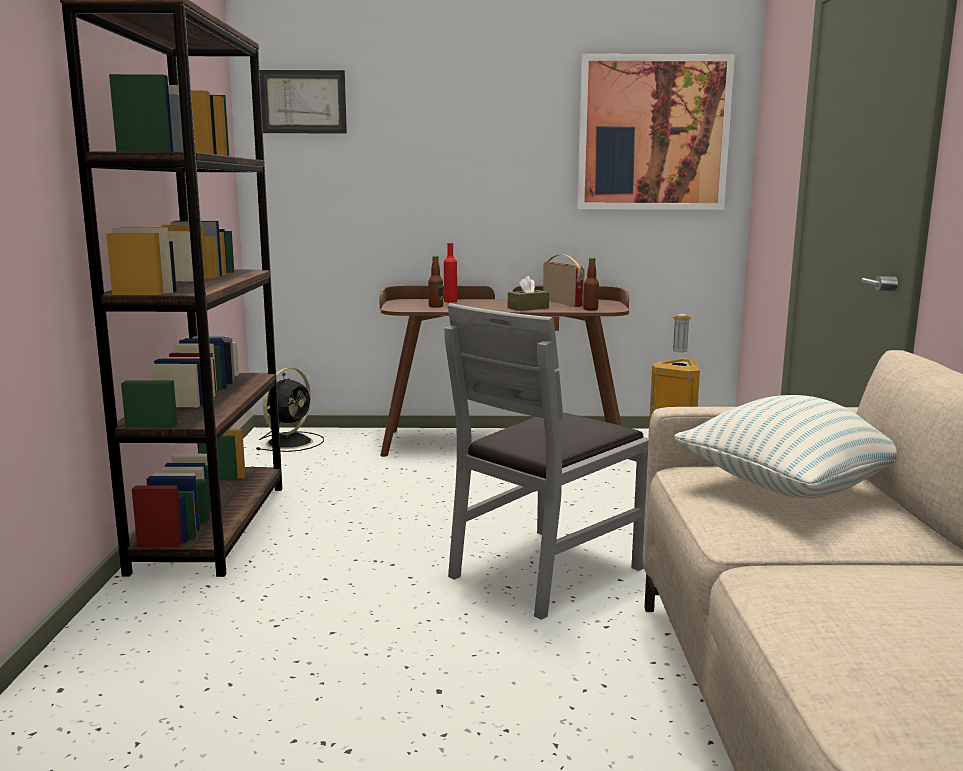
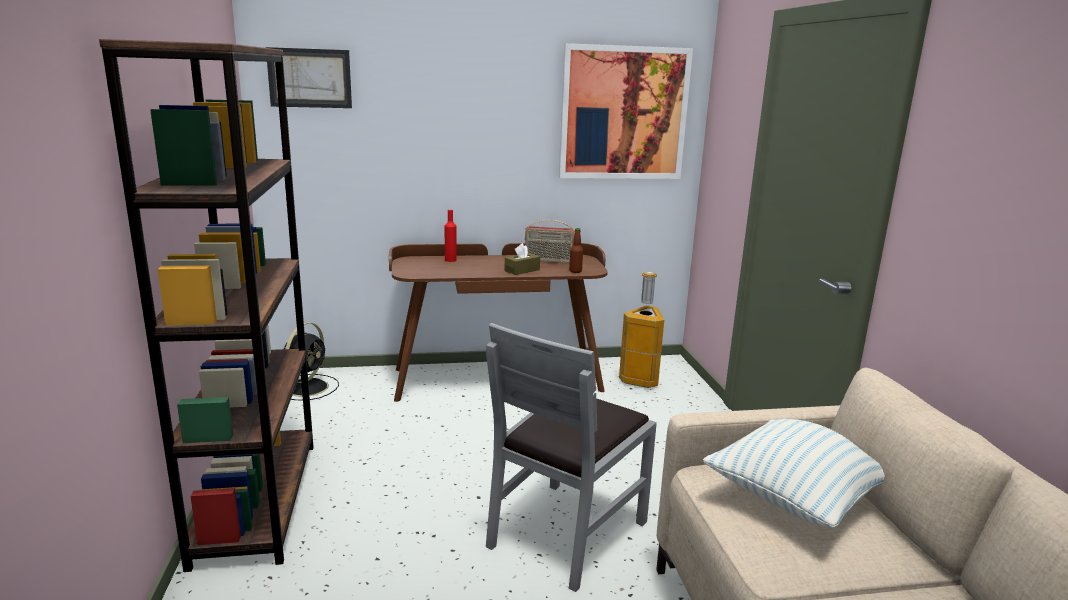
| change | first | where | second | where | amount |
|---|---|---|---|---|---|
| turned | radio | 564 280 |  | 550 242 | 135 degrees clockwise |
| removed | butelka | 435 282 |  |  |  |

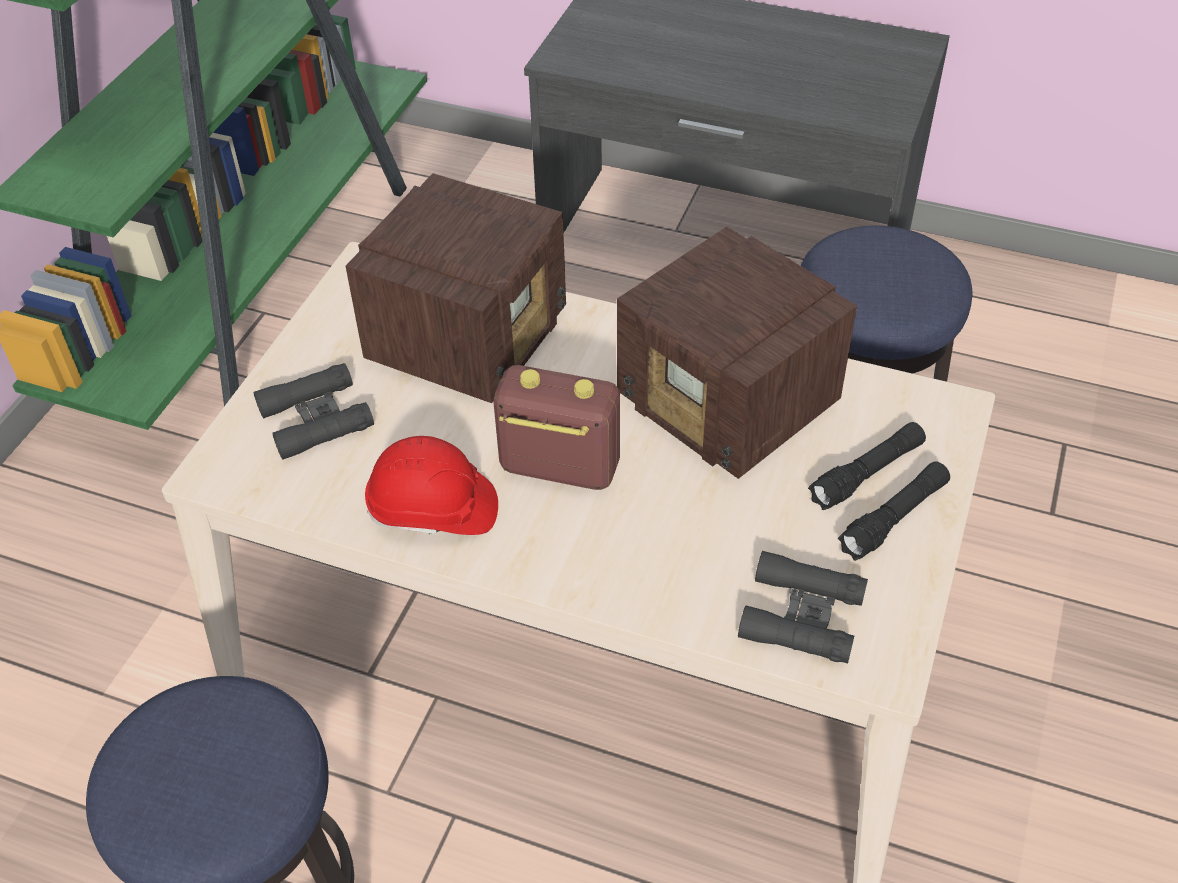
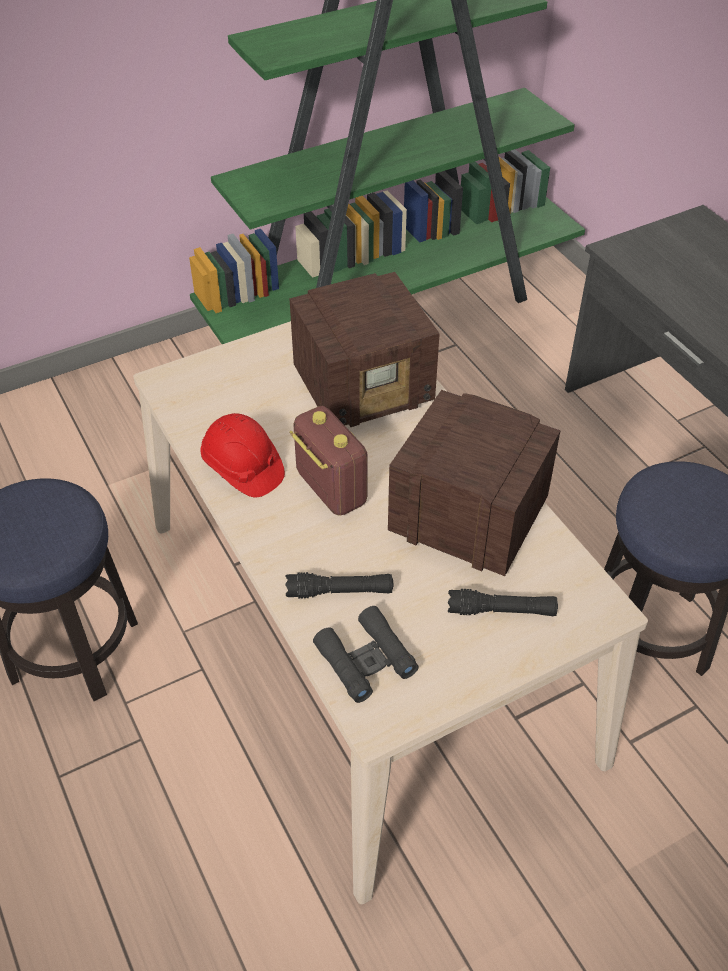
| change | first | where | second | where | amount |
|---|---|---|---|---|---|
| moved | latarka [czarny] | 894 511 |  | 339 585 |  |
| turned | radio | 737 353 |  | 474 483 | 120 degrees clockwise |
| removed | lornetka [czarny] | 314 411 |  |  |  |

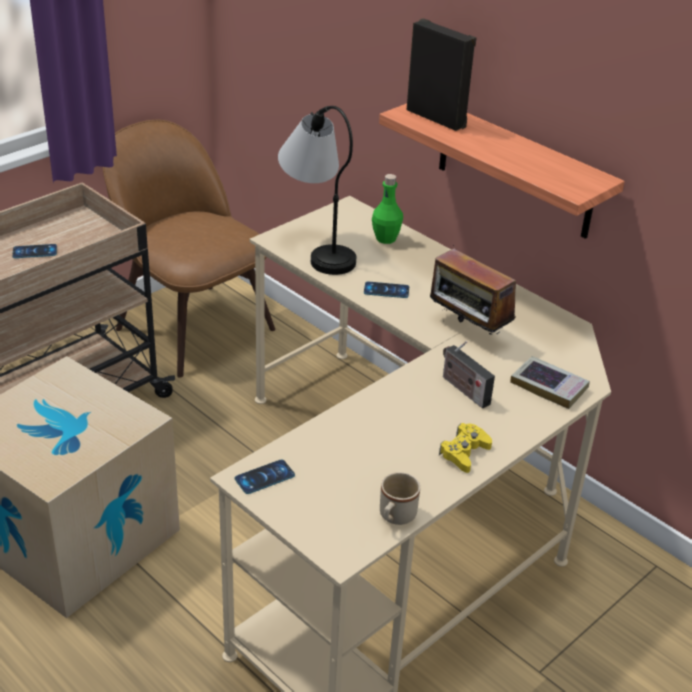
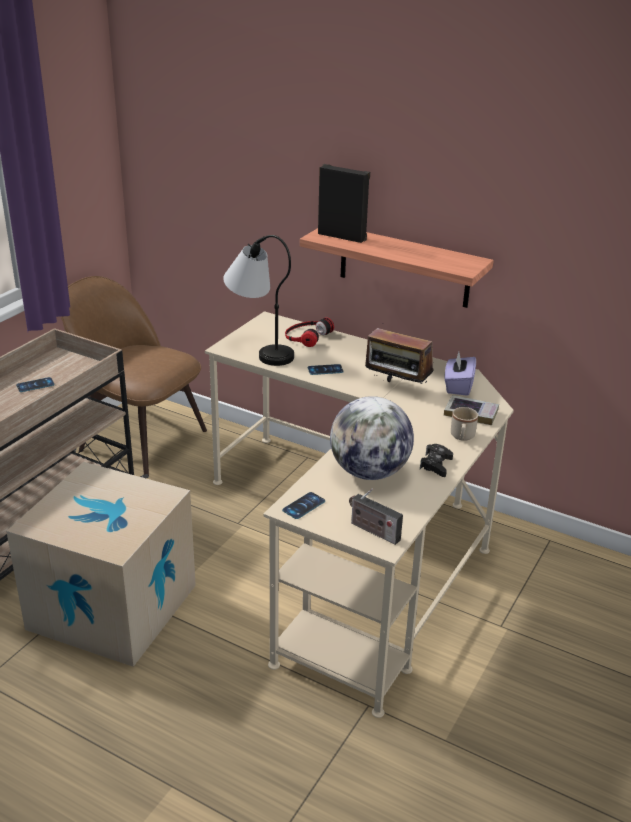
| change | first | where | second | where | amount |
|---|---|---|---|---|---|
| replaced | butelka [zielony] | 387 209 | słuchawki | 309 332 |  |
| added |  |  | globus | 372 438 |  |
| moved | radio | 469 374 |  | 376 516 |  |
| recoloured | pad do gier [żółty] | 465 448 | pad do gier [czarny] | 436 460 |  |
| added |  |  | pudełko chusteczek [fioletowy] | 460 374 |  |
| moved | kubek [beżowy] | 400 498 |  | 464 424 |  |

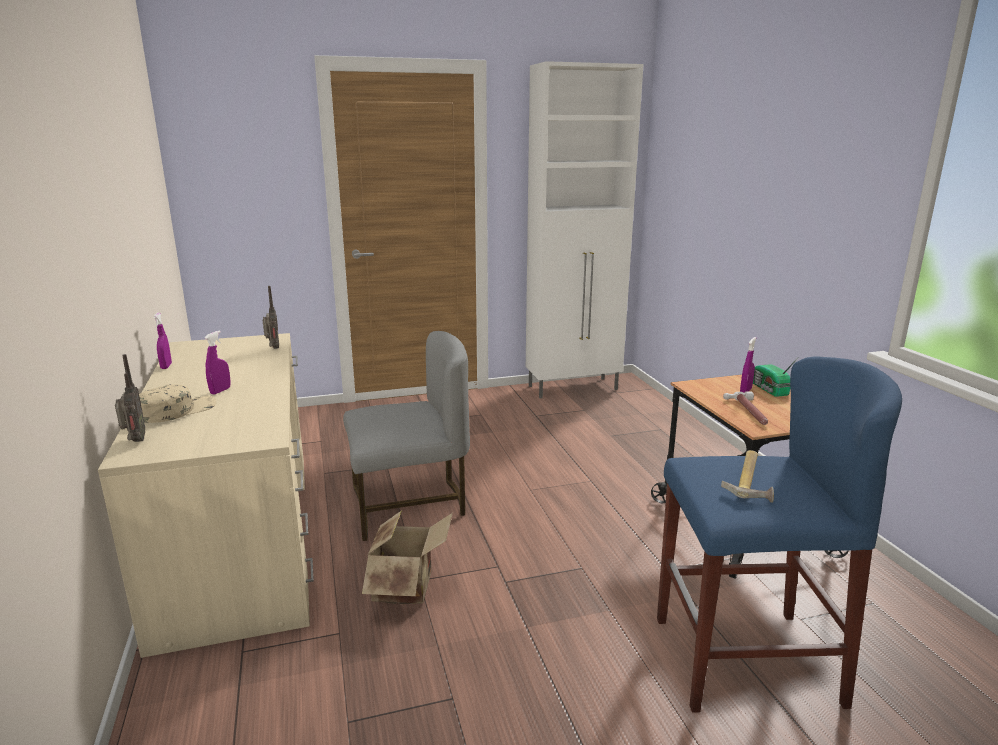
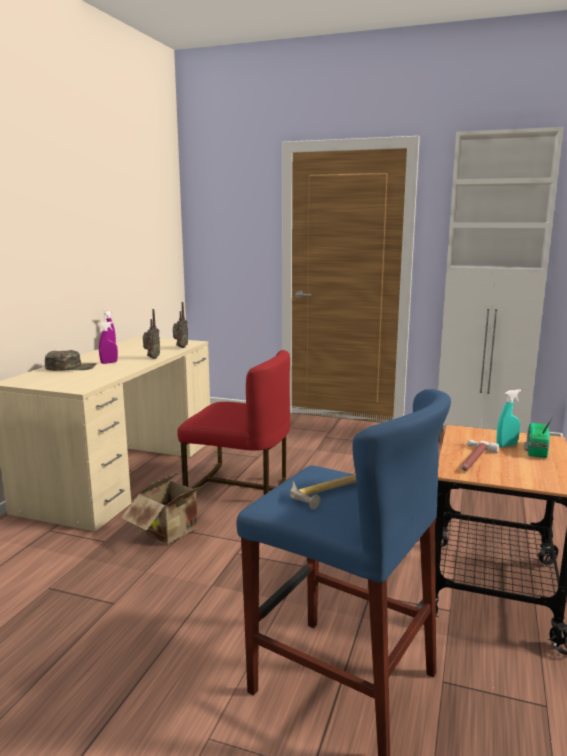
| change | first | where | second | where | amount |
|---|---|---|---|---|---|
| recoloured | czapka z daszkiem [beżowy] | 177 403 | czapka z daszkiem [zielony] | 71 360 |  |
| moved | radio | 130 398 |  | 151 334 |  |
| recoloured | krzesło [szary] | 406 436 | krzesło [czerwony] | 234 422 |  |
| recoloured | spryskiwacz [fioletowy] | 748 365 | spryskiwacz [turkusowy] | 508 418 |  |

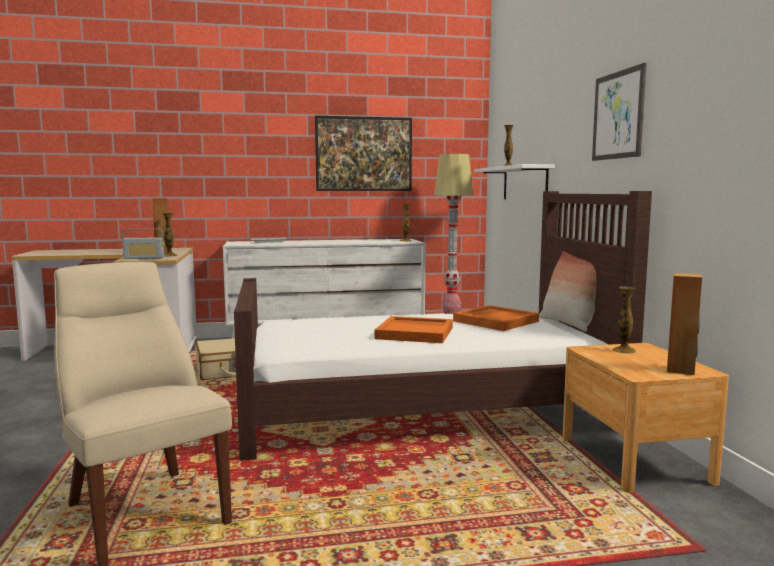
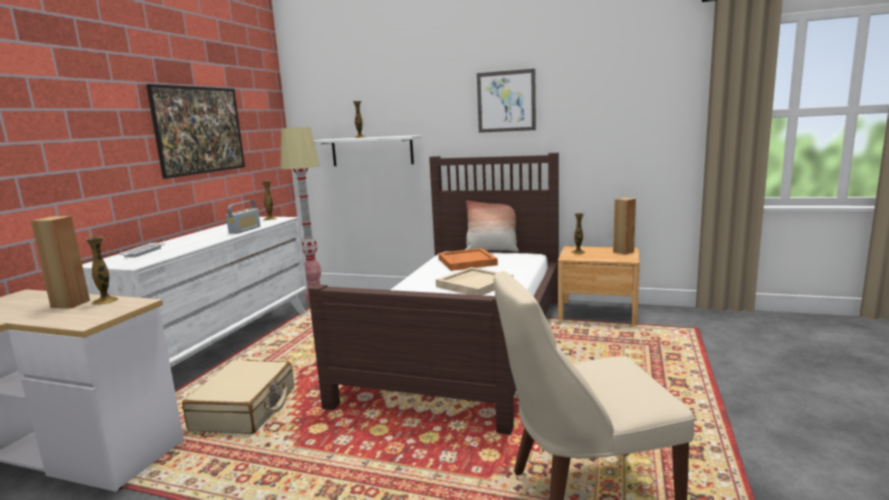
| change | first | where | second | where | amount |
|---|---|---|---|---|---|
| moved | radio | 143 243 |  | 243 217 |  |
| recoloured | taca [pomarańczowy] | 414 329 | taca [beżowy] | 474 281 |  |

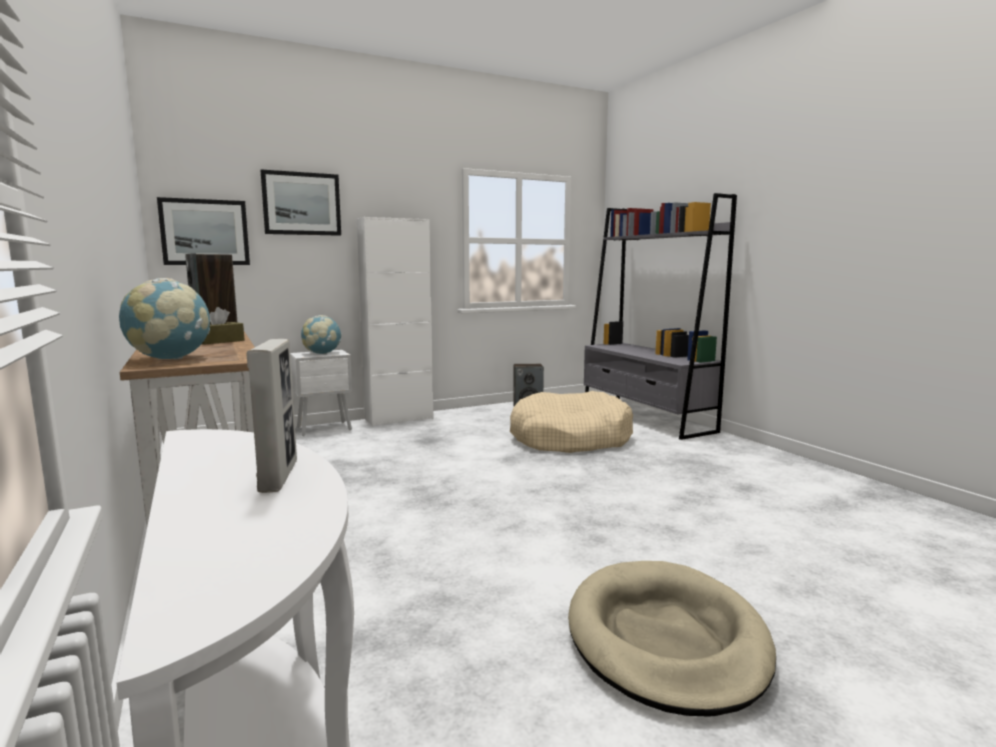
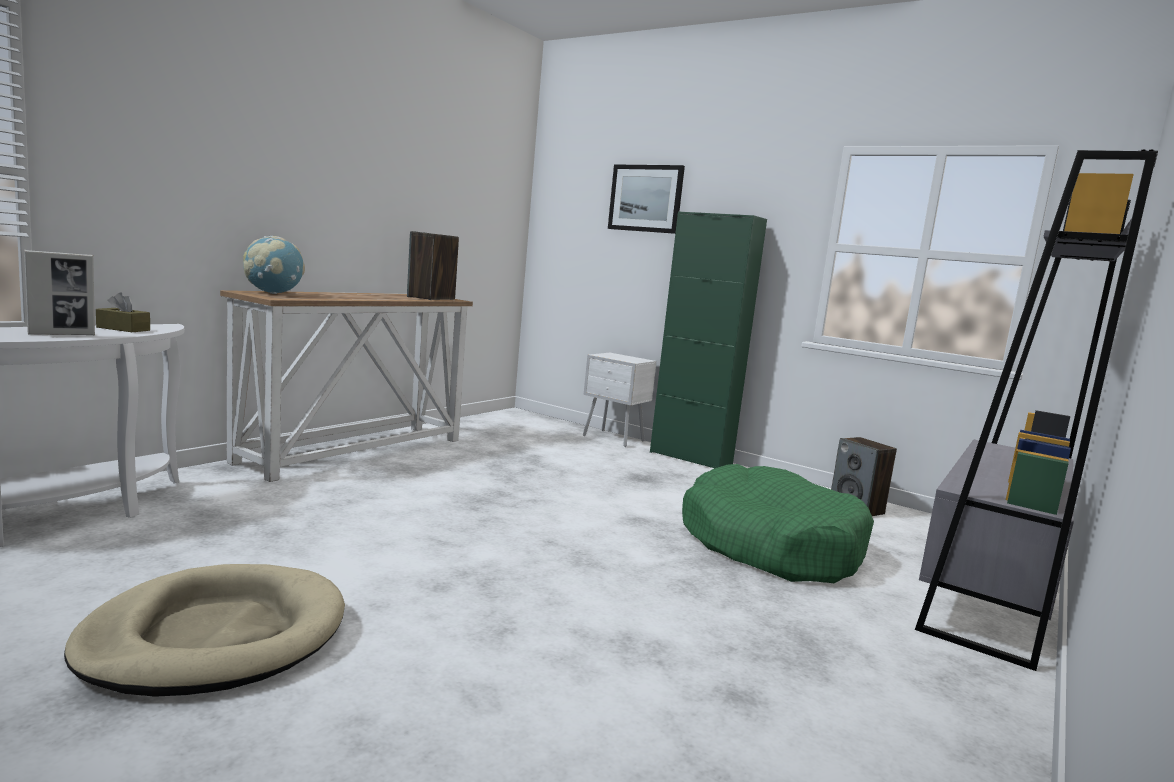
| change | first | where | second | where | amount |
|---|---|---|---|---|---|
| moved | pudełko chusteczek [brązowy] | 223 326 |  | 123 312 |  |
| recoloured | szafka [biały] | 395 321 | szafka [zielony] | 708 339 |  |
| recoloured | legowisko [beżowy] | 571 422 | legowisko [zielony] | 778 523 |  |
| removed | obraz | 203 231 |  |  |  |
| removed | globus | 321 334 |  |  |  |

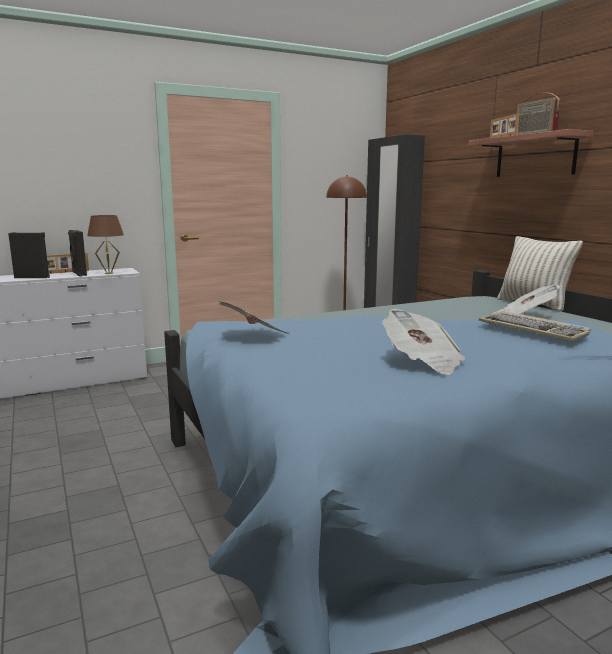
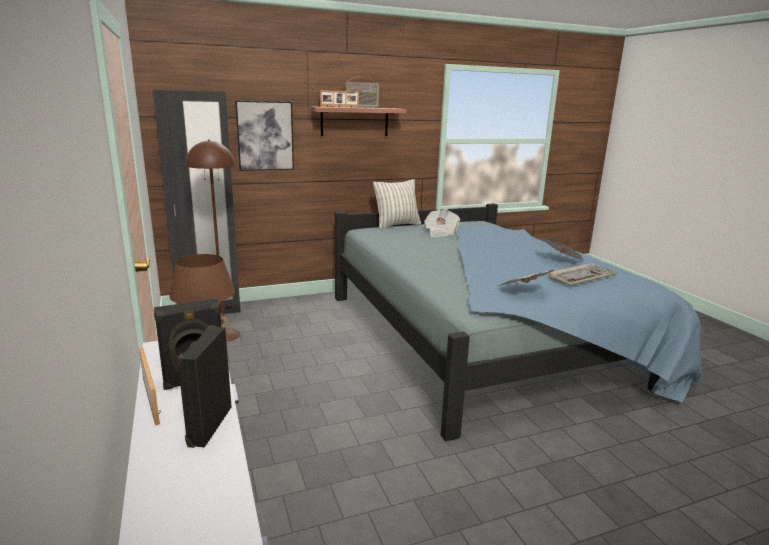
| change | first | where | second | where | amount |
|---|---|---|---|---|---|
| added |  |  | obraz | 264 135 |  |
| moved | klawiatura | 535 326 |  | 582 274 |  |

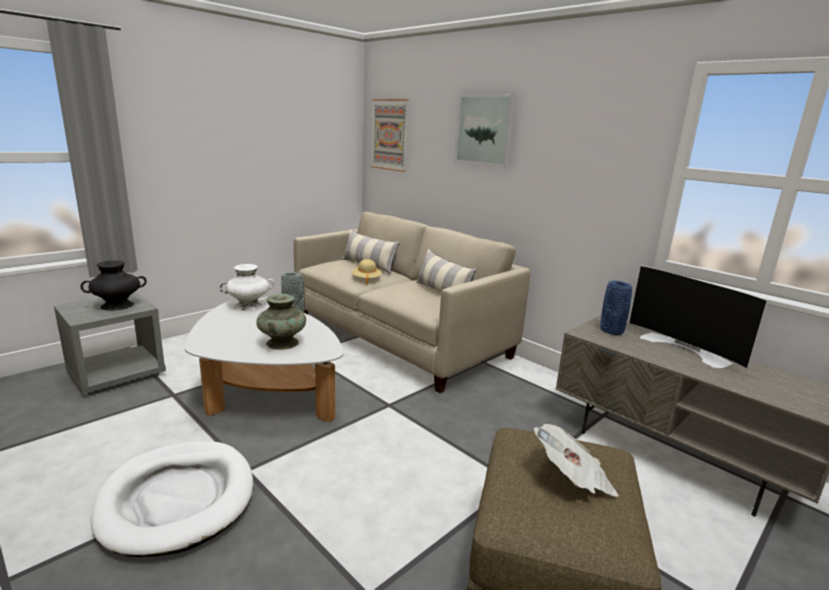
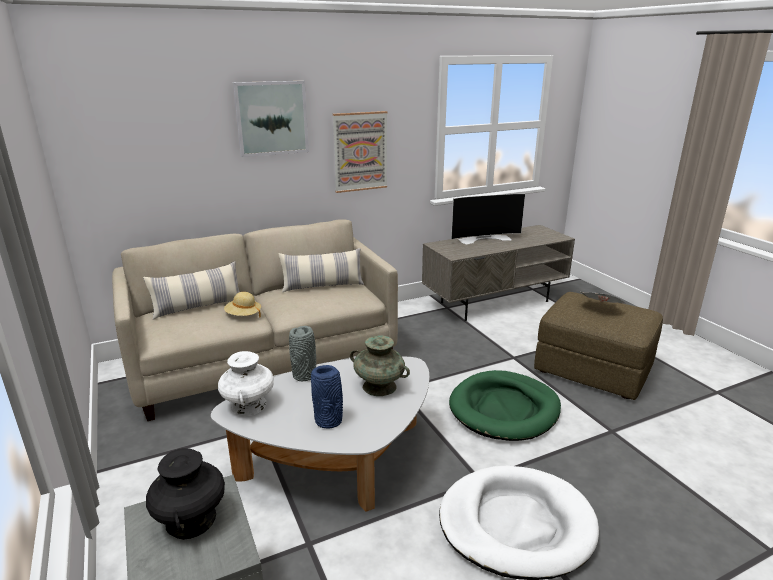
| change | first | where | second | where | amount |
|---|---|---|---|---|---|
| moved | wazon [niebieski] | 616 308 |  | 327 396 |  |
| moved | obraz | 390 135 |  | 360 152 |  |
| added |  |  | legowisko [zielony] | 505 405 |  |

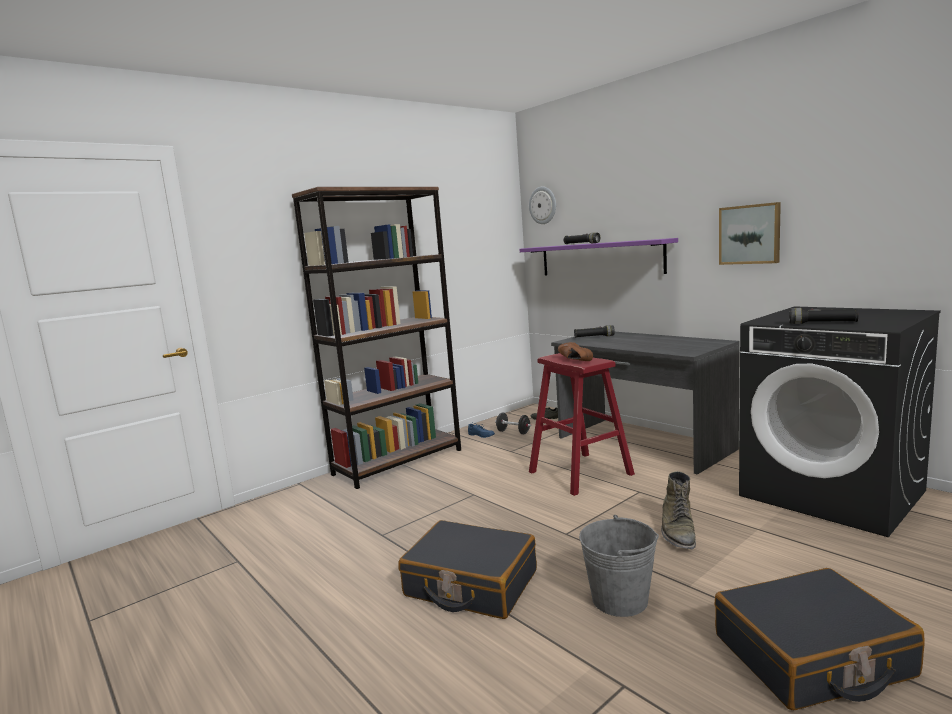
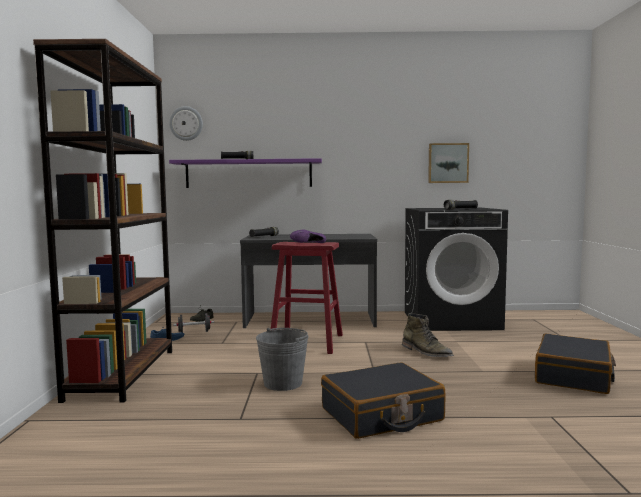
| change | first | where | second | where | amount |
|---|---|---|---|---|---|
| moved | wiadro [szary] | 619 566 |  | 282 359 |  |
| recoloured | but [brązowy] | 575 351 | but [fioletowy] | 308 236 |  |
| moved | obraz | 750 233 |  | 448 163 |  |

